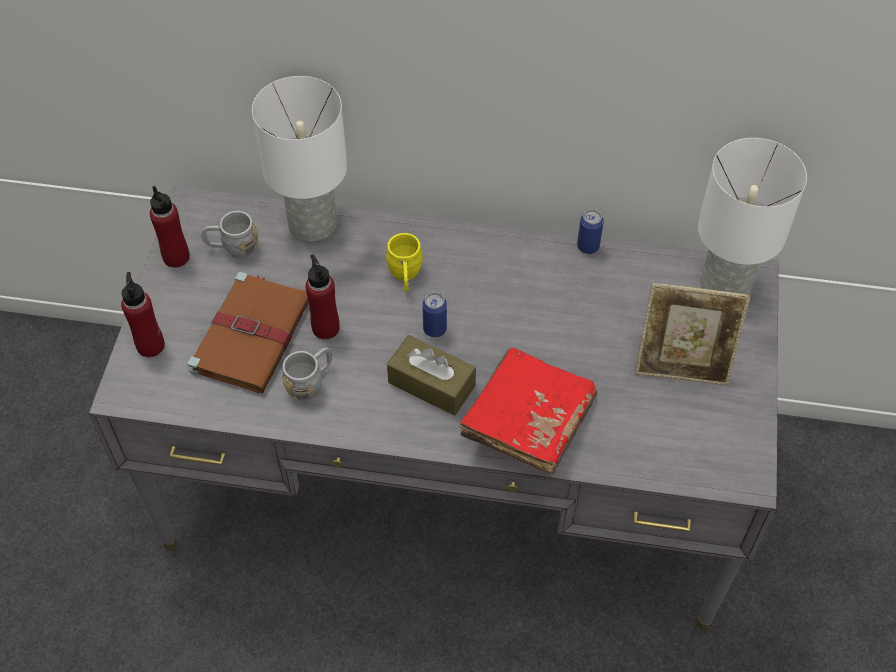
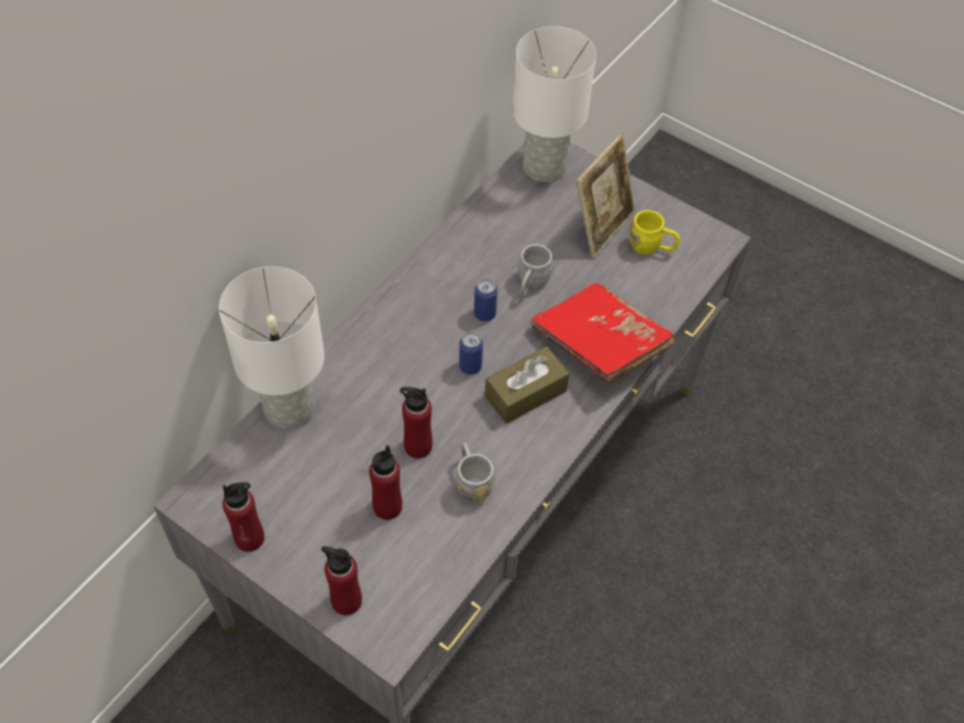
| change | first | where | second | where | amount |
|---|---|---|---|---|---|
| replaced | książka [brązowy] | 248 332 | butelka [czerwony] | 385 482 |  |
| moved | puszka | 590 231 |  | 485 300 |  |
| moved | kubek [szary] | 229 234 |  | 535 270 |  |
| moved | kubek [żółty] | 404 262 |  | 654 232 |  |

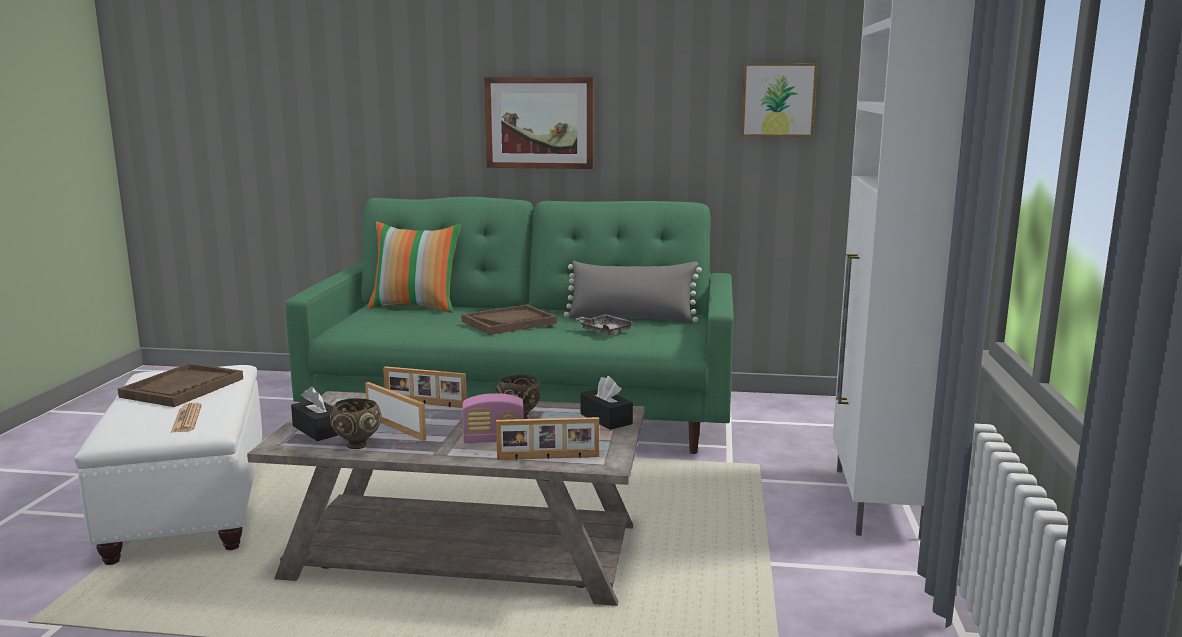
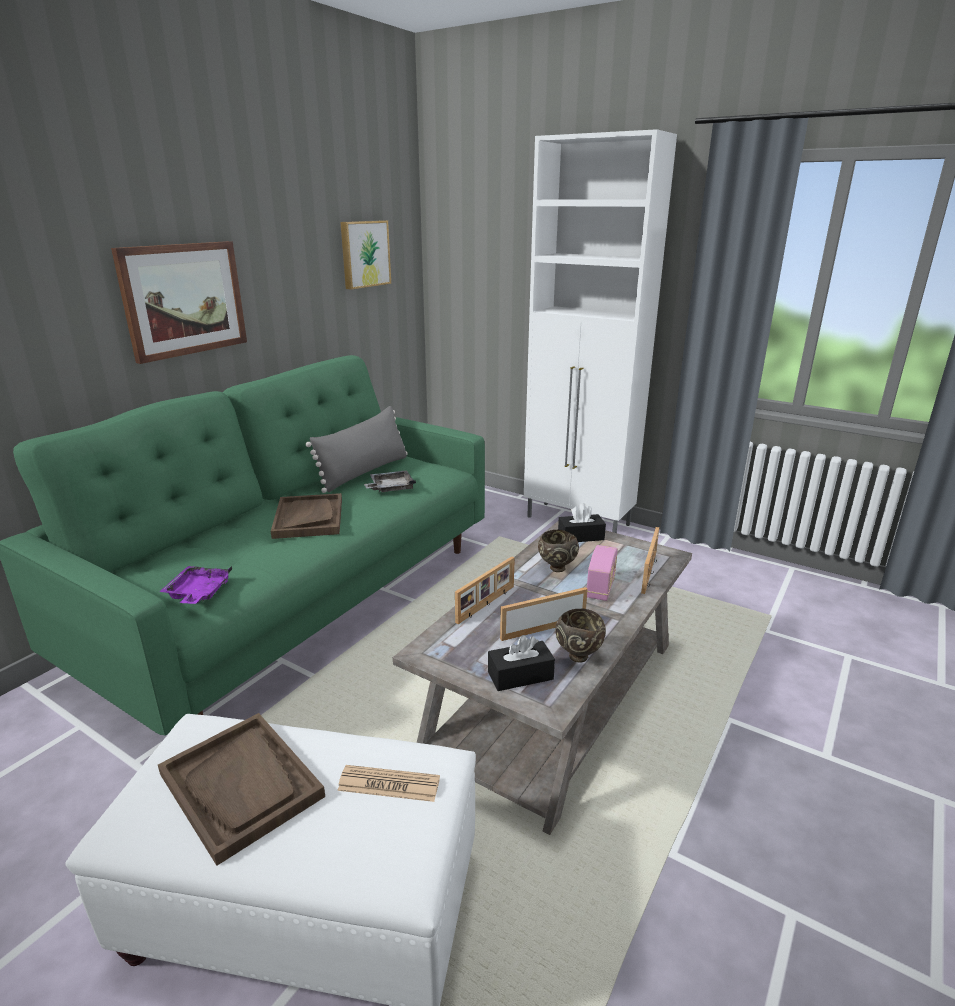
| change | first | where | second | where | amount |
|---|---|---|---|---|---|
| added |  |  | taca [fioletowy] | 195 585 |  |
| removed | poduszka | 414 267 |  |  |  |

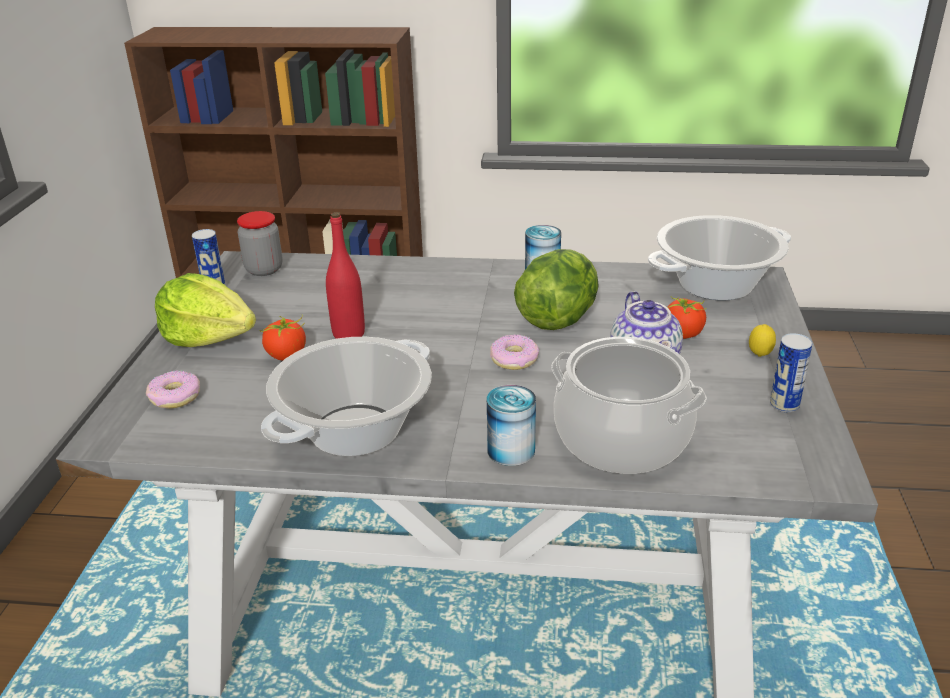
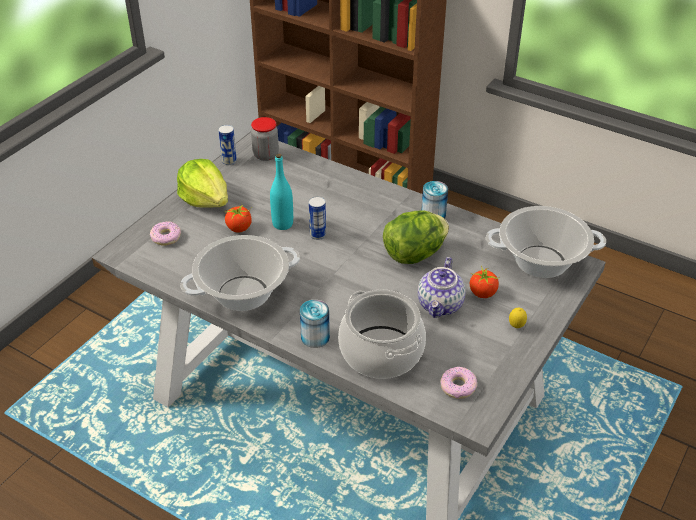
| change | first | where | second | where | amount |
|---|---|---|---|---|---|
| recoloured | butelka [czerwony] | 345 275 | butelka [turkusowy] | 281 192 |  |
| moved | puszka | 791 372 |  | 317 218 |  |
| moved | donut | 514 352 |  | 458 383 |  |

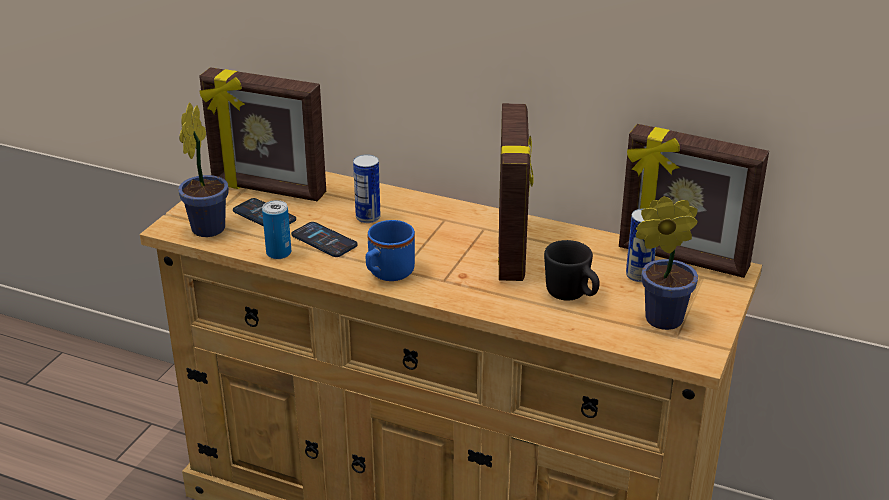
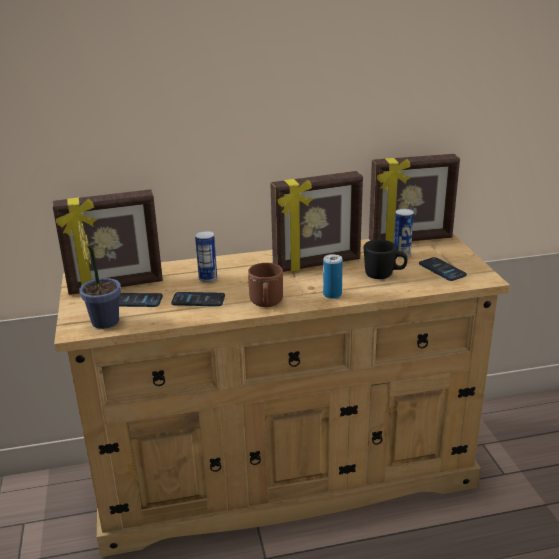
| change | first | where | second | where | amount |
|---|---|---|---|---|---|
| recoloured | kubek [niebieski] | 390 250 | kubek [brązowy] | 265 285 |  |
| turned | ramka na zdjęcie | 516 192 |  | 316 221 | 105 degrees clockwise |
| moved | puszka | 276 229 |  | 333 276 |  |
| replaced | roślina doniczkowa | 667 263 | telefon | 443 269 |  |

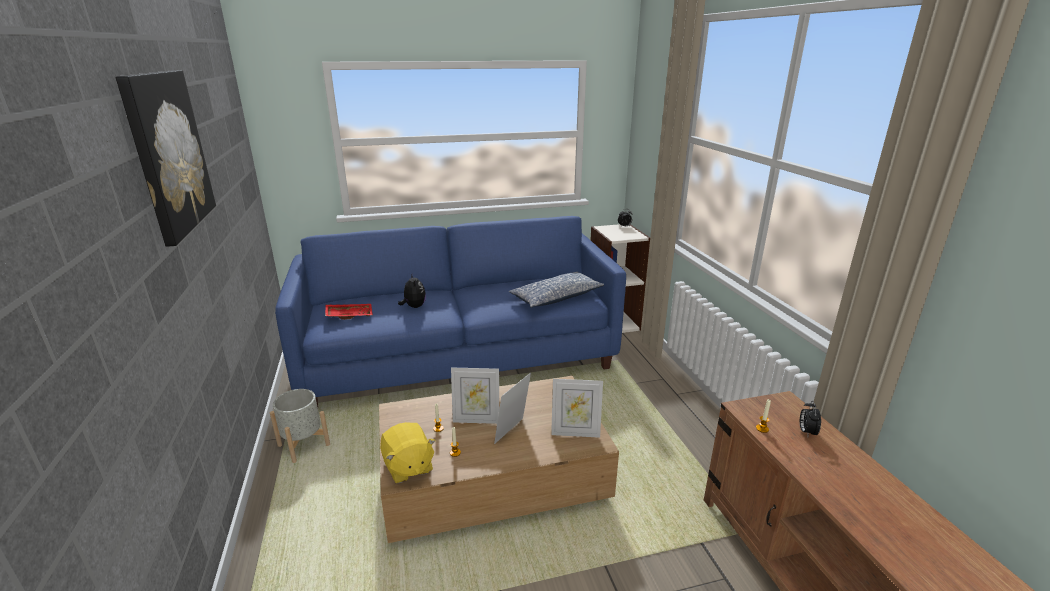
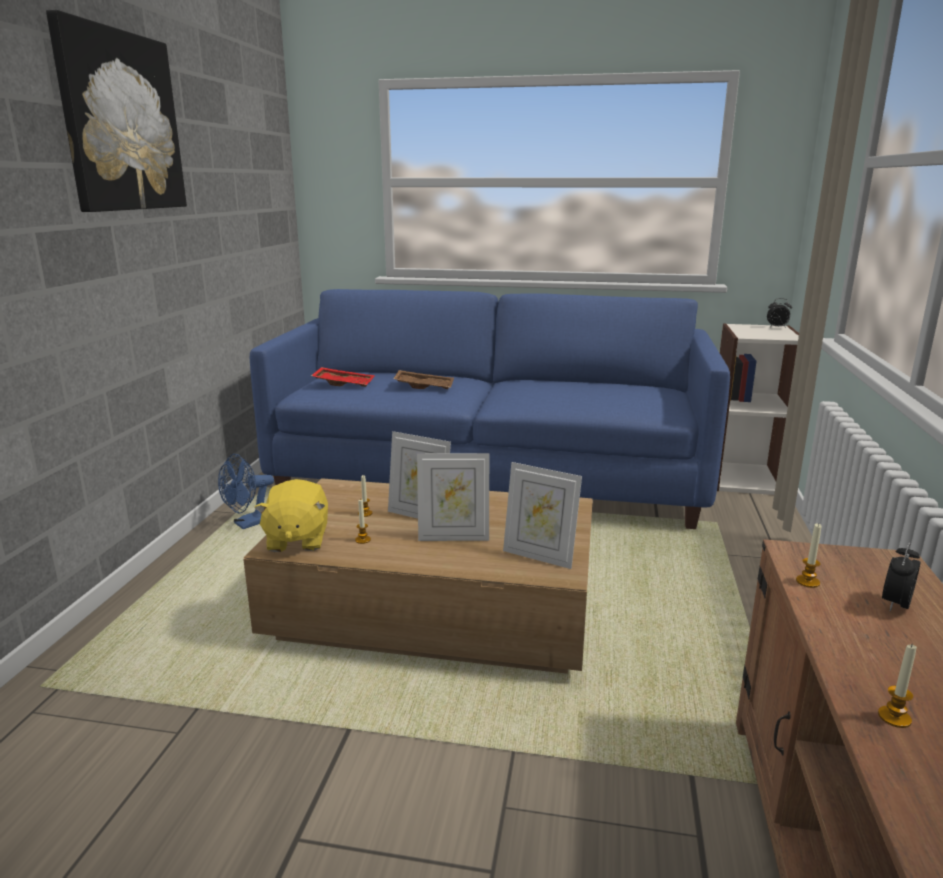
| change | first | where | second | where | amount |
|---|---|---|---|---|---|
| replaced | donica [szary] | 300 426 | wentylator [niebieski] | 246 491 |  |
| replaced | pluszak | 412 291 | taca [brązowy] | 423 380 |  |
| turned | ramka na zdjęcie | 512 408 |  | 453 497 | 150 degrees counterclockwise |
| added |  |  | świeca | 897 685 |  |
| removed | poduszka | 556 290 |  |  |  |

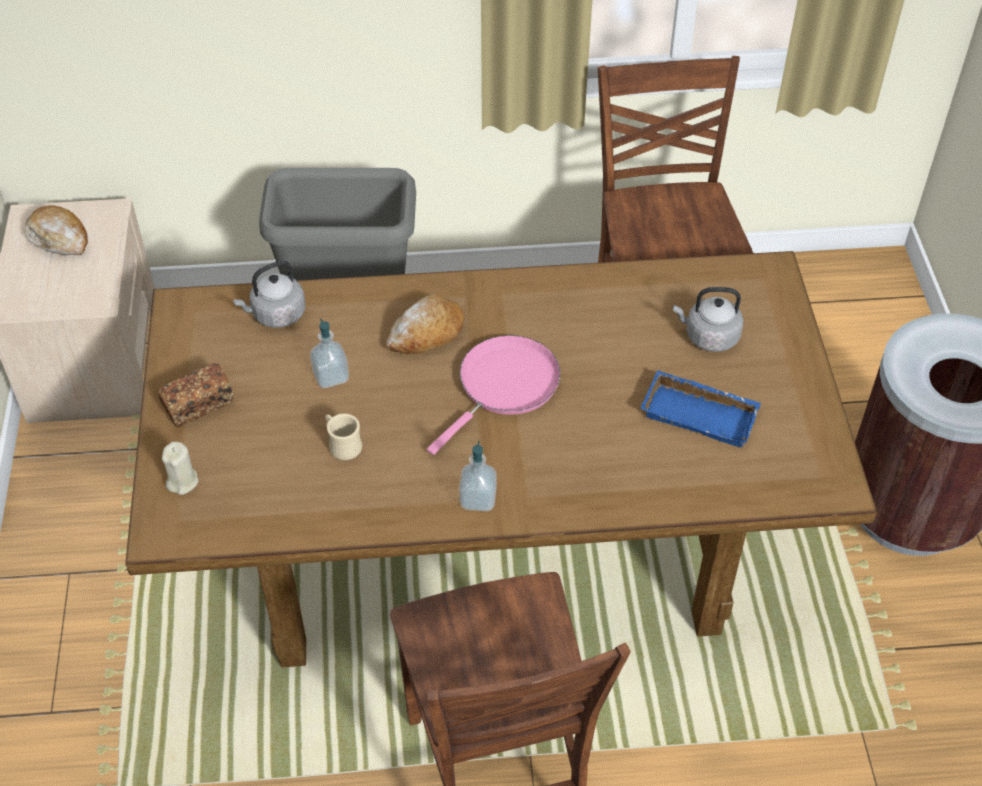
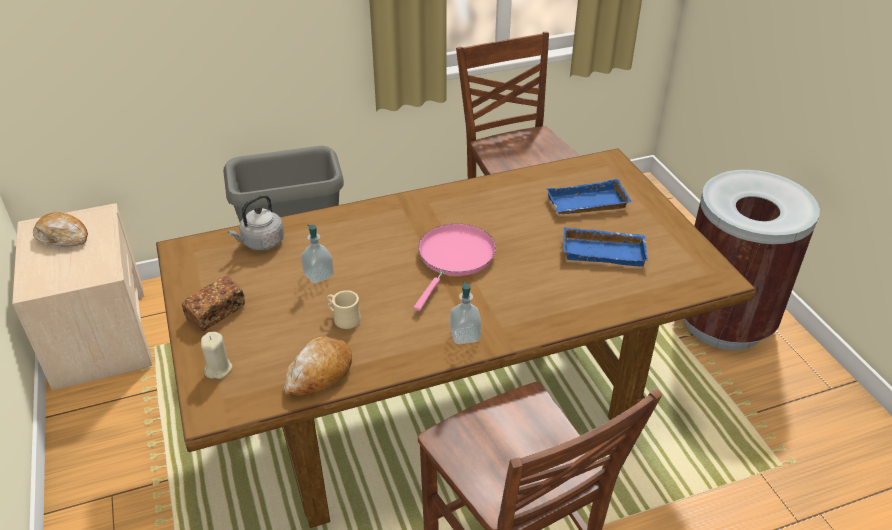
| change | first | where | second | where | amount |
|---|---|---|---|---|---|
| moved | chleb | 426 324 |  | 318 366 |  |
| replaced | czajnik [szary] | 708 319 | taca [niebieski] | 589 196 |  |

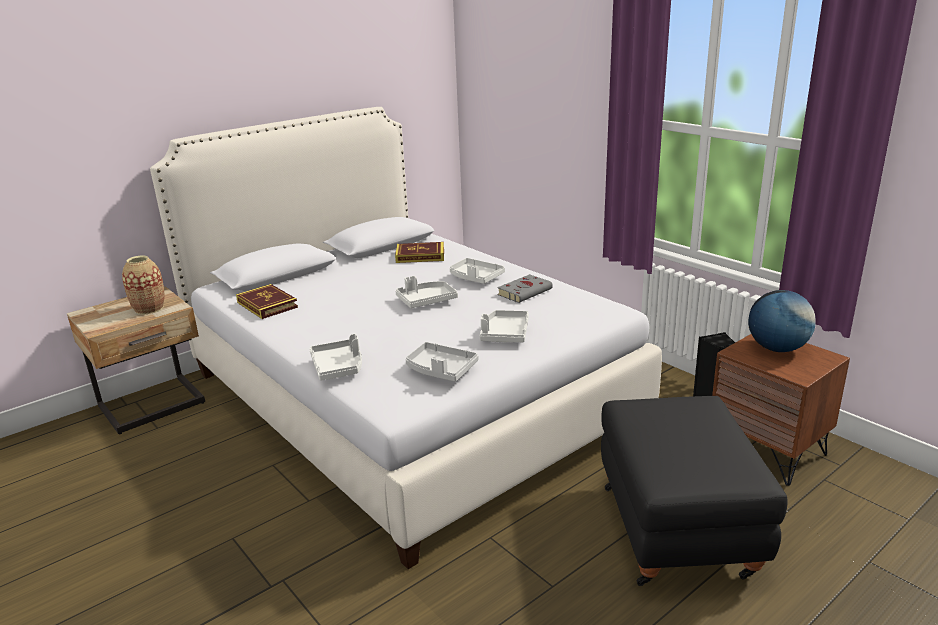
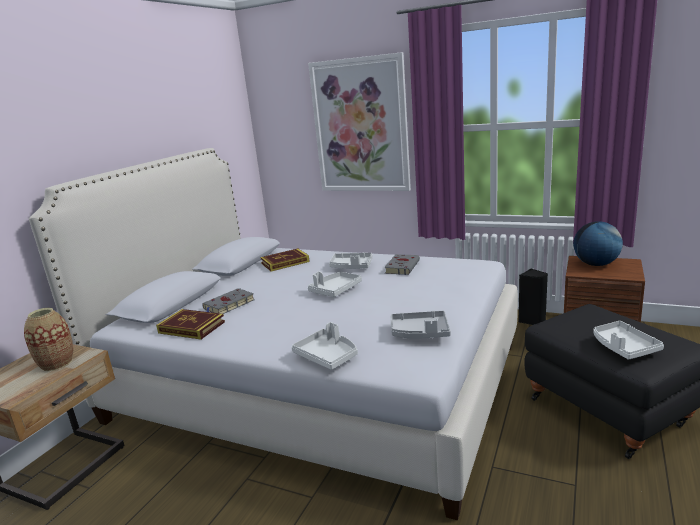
| change | first | where | second | where | amount |
|---|---|---|---|---|---|
| added |  |  | książka [szary] | 228 301 |  |
| added |  |  | obraz | 359 121 |  |
| moved | taca [biały] | 504 326 |  | 628 340 |  |

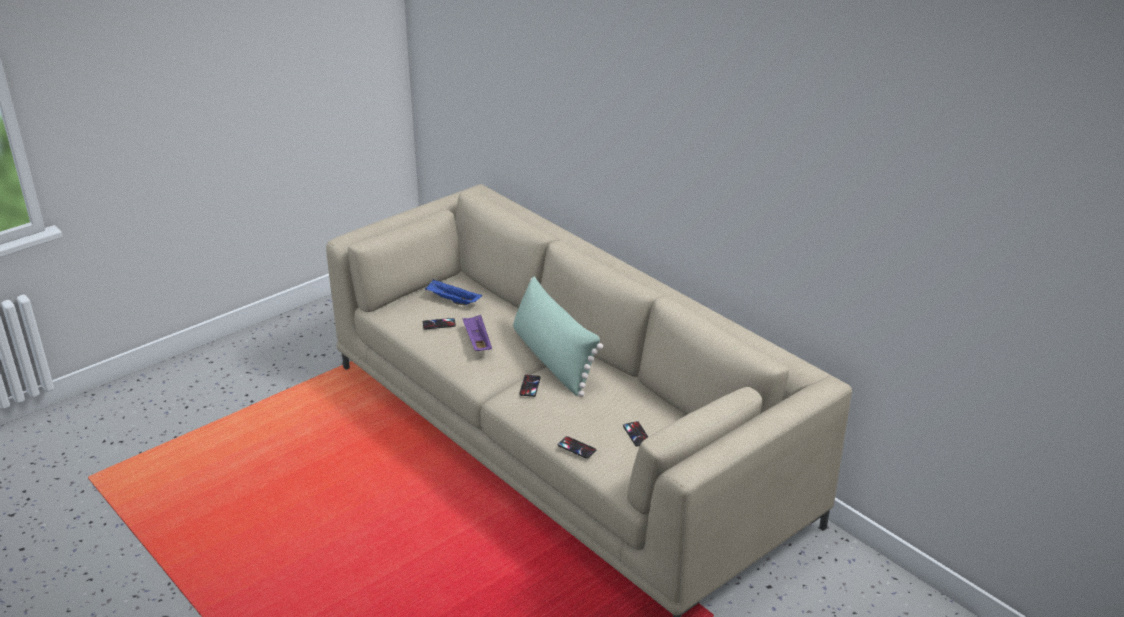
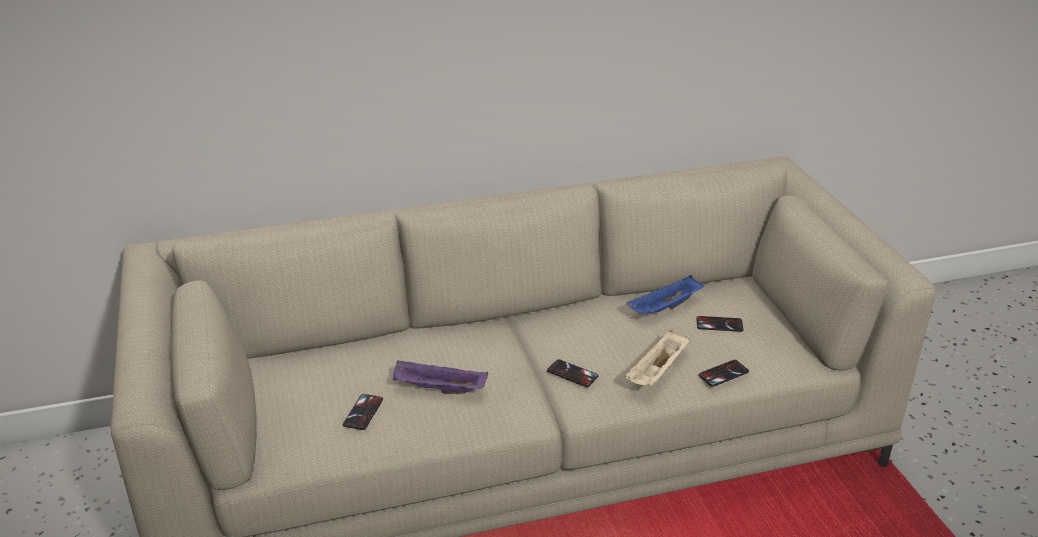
| change | first | where | second | where | amount |
|---|---|---|---|---|---|
| added |  |  | taca [beżowy] | 657 358 |  |
| moved | taca [niebieski] | 453 292 |  | 665 295 |  |
| removed | poduszka [zielony] | 558 336 |  |  |  |

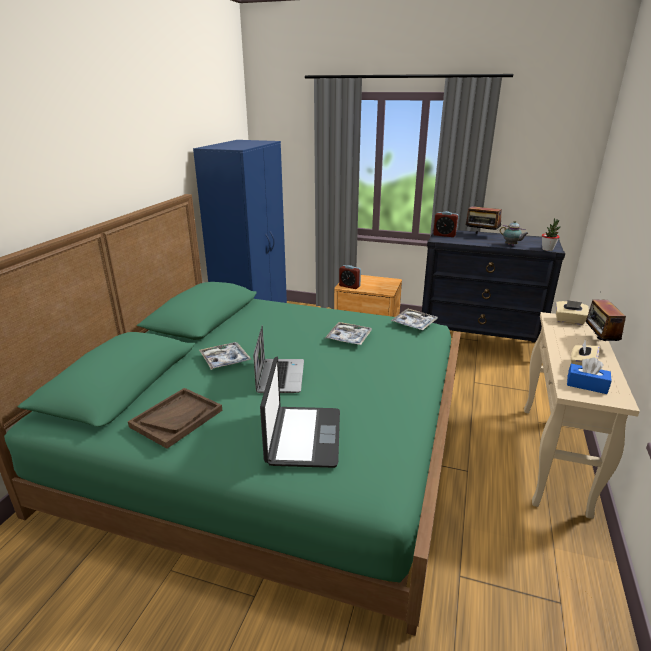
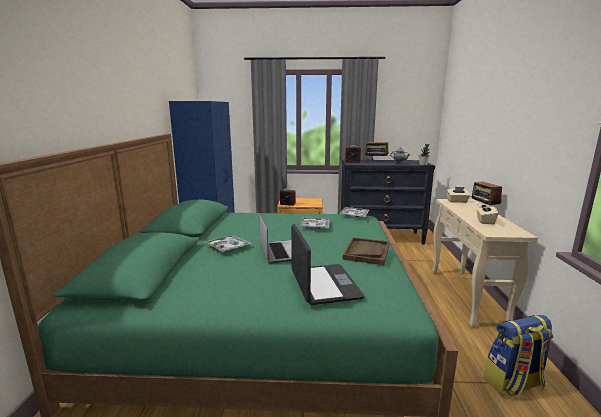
| change | first | where | second | where | amount |
|---|---|---|---|---|---|
| moved | taca [brązowy] | 175 418 |  | 366 251 |  |
| added |  |  | plecak | 518 356 |  |
| removed | pudełko chusteczek [niebieski] | 589 376 |  |  |  |

